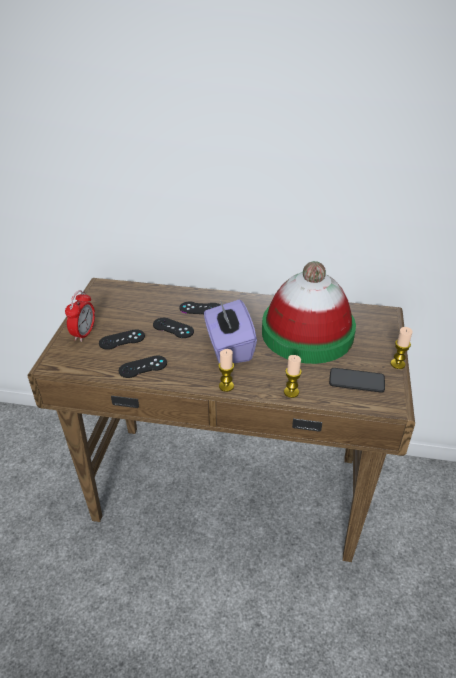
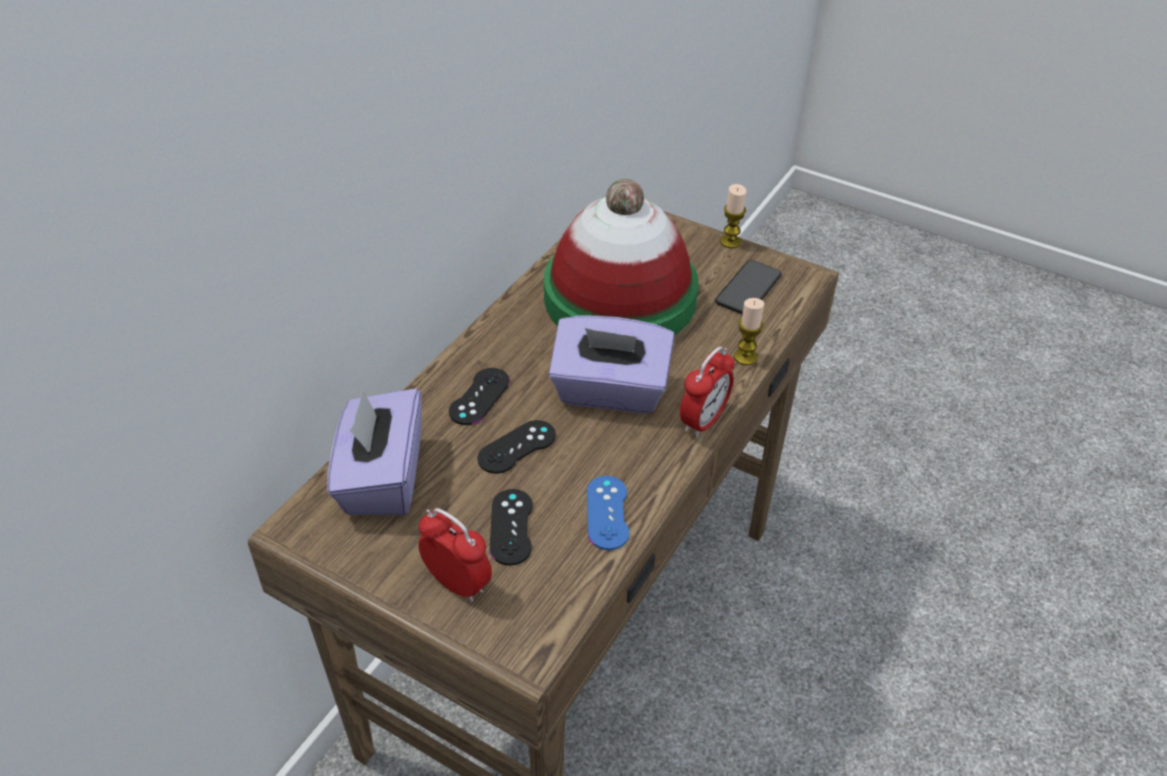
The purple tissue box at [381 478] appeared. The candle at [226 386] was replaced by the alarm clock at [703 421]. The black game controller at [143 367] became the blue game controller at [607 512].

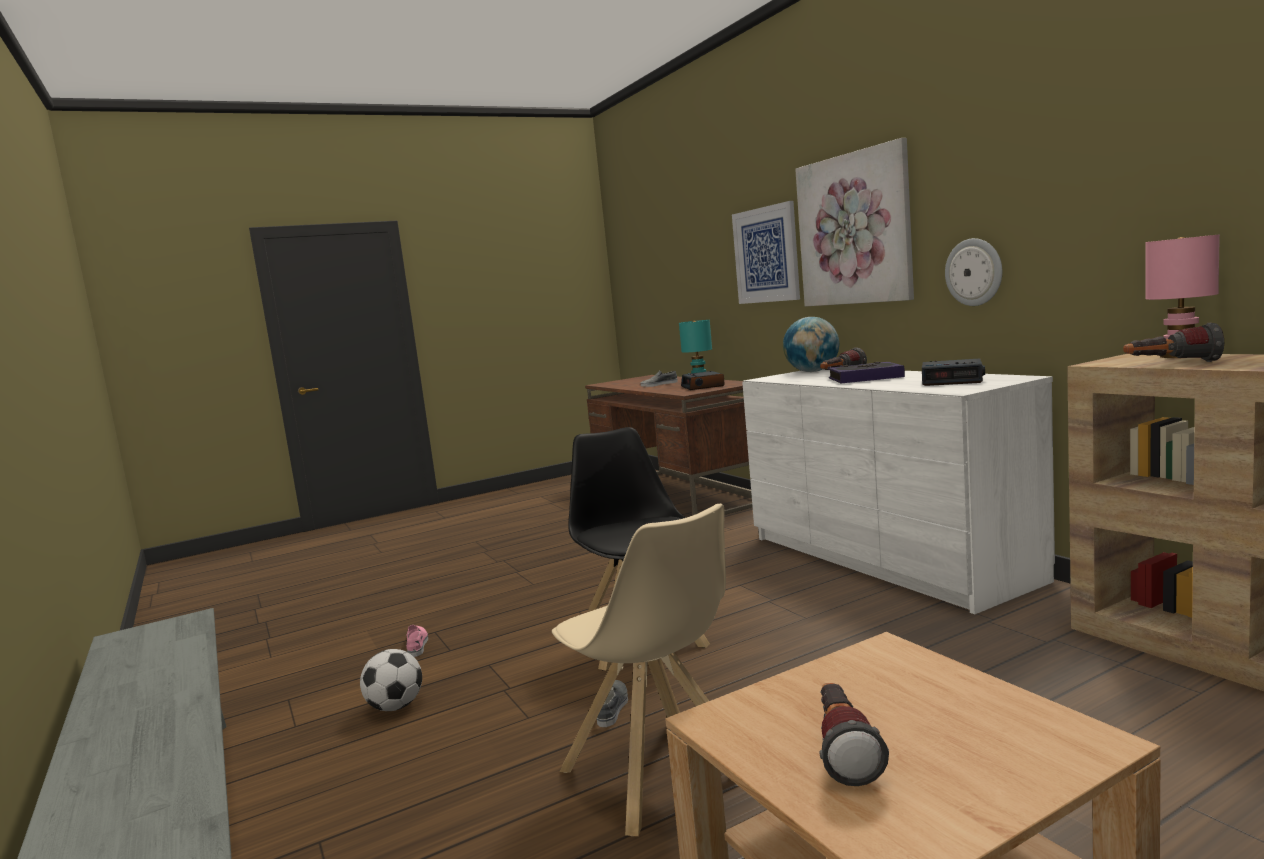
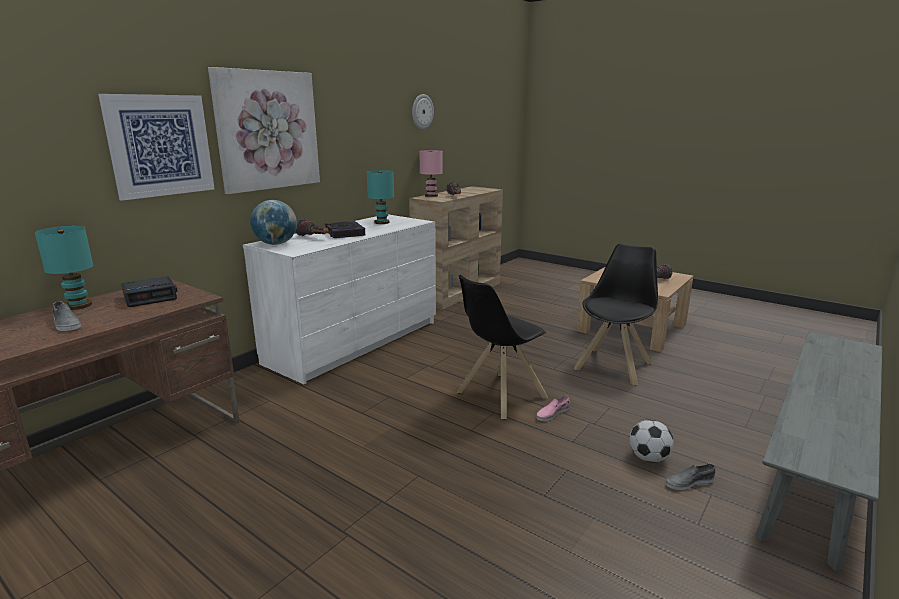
The pink shoe moved from [417 644] to [552 413]. The grey shoe moved from [612 707] to [689 482]. The wall clock moved from [974 272] to [422 111]. The alarm clock at [952 380] was replaced by the turquoise table lamp at [381 222]. The beige chair at [659 774] became the black chair at [614 365].

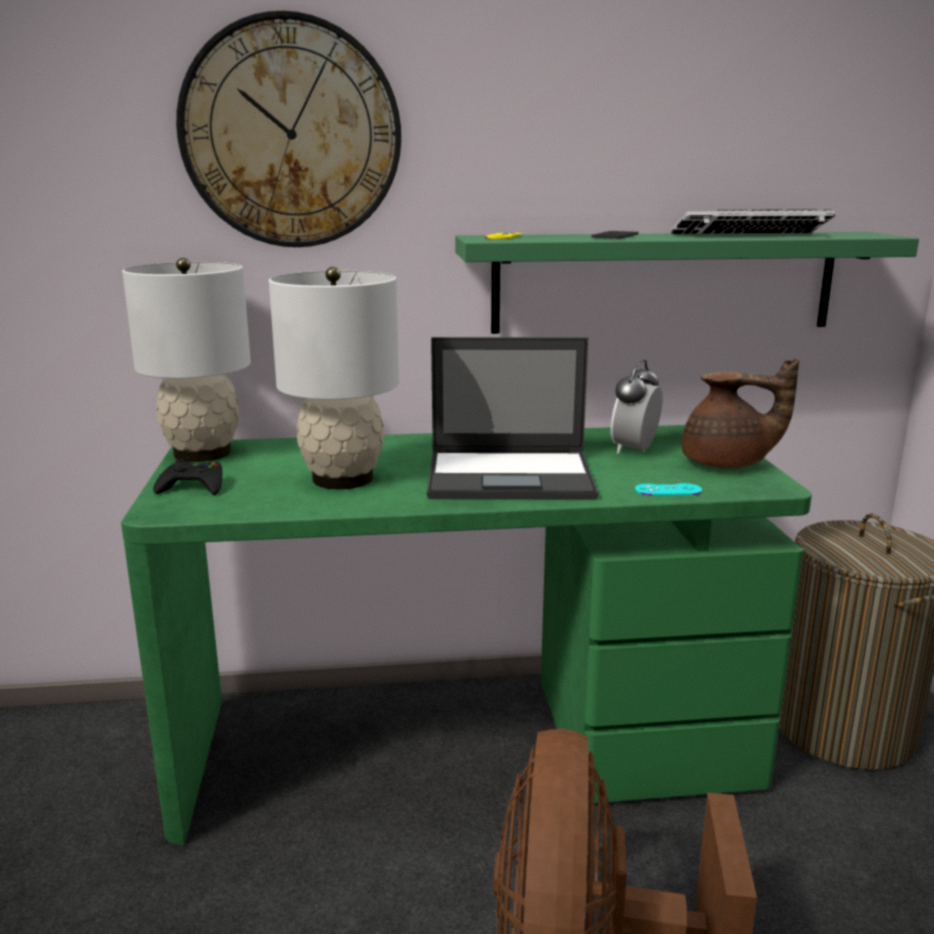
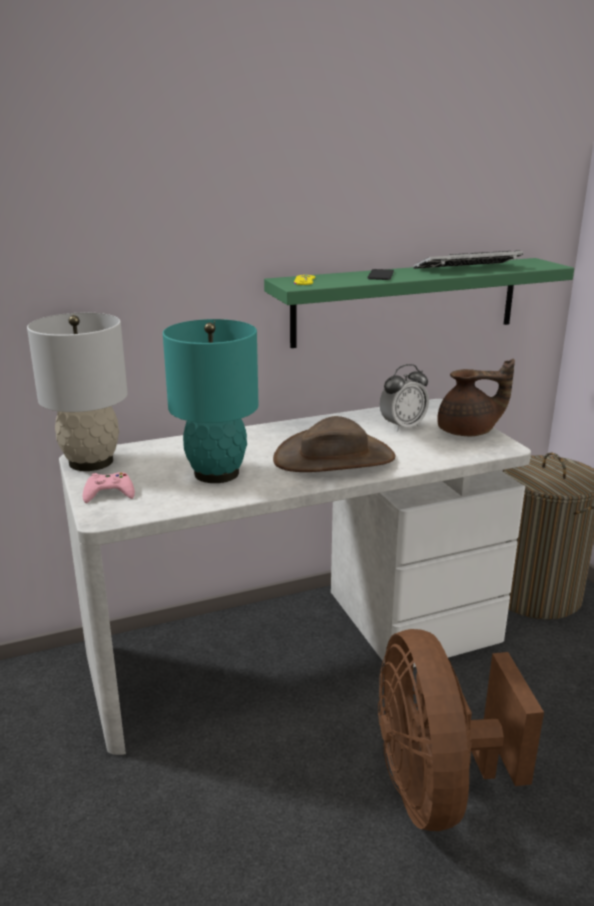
The wall clock at [291 134] disappeared. The turquoise game controller at [668 490] disappeared. The laptop at [512 476] was replaced by the brown hat at [334 458]. The green desk at [466 744] became the white desk at [296 646]. The black game controller at [193 486] became the pink game controller at [109 493]. The white table lamp at [343 478] became the turquoise table lamp at [217 473]. The alarm clock at [634 450] turned 135 degrees counterclockwise.

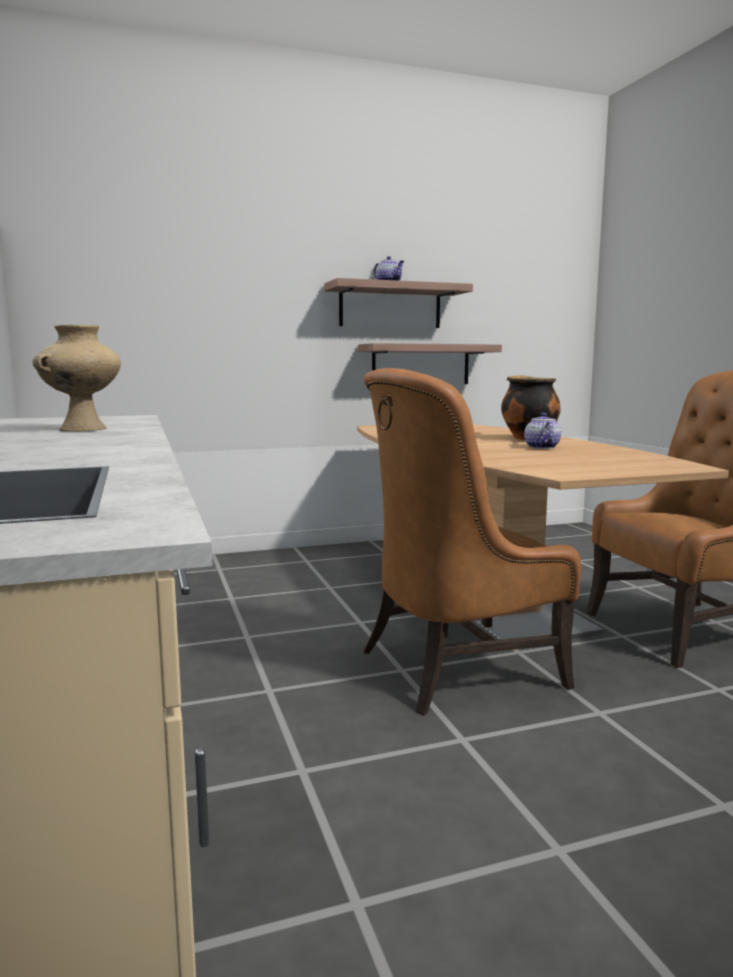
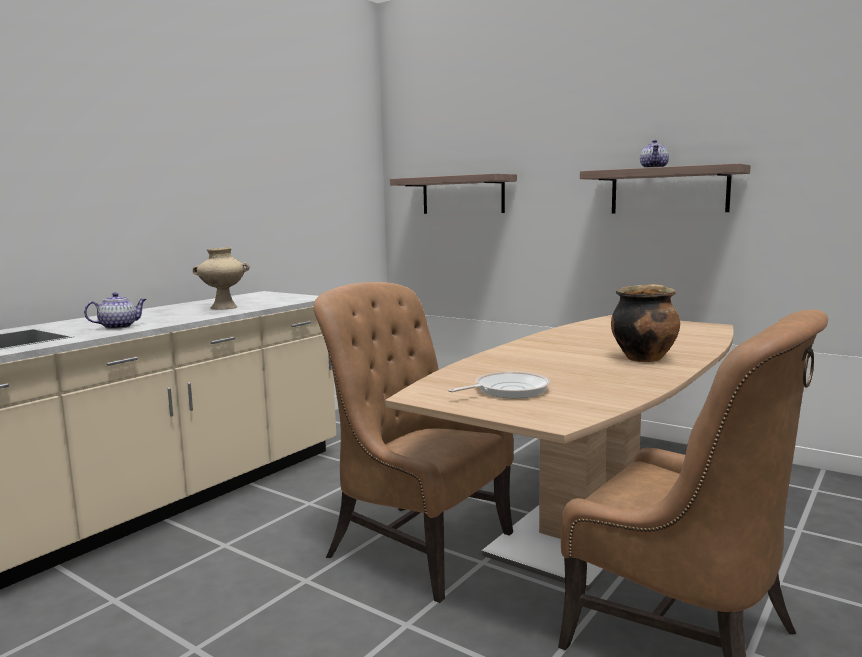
The frying pan at [507 390] appeared. The shelf moved from [421 364] to [462 195]. The teapot moved from [541 447] to [119 327].

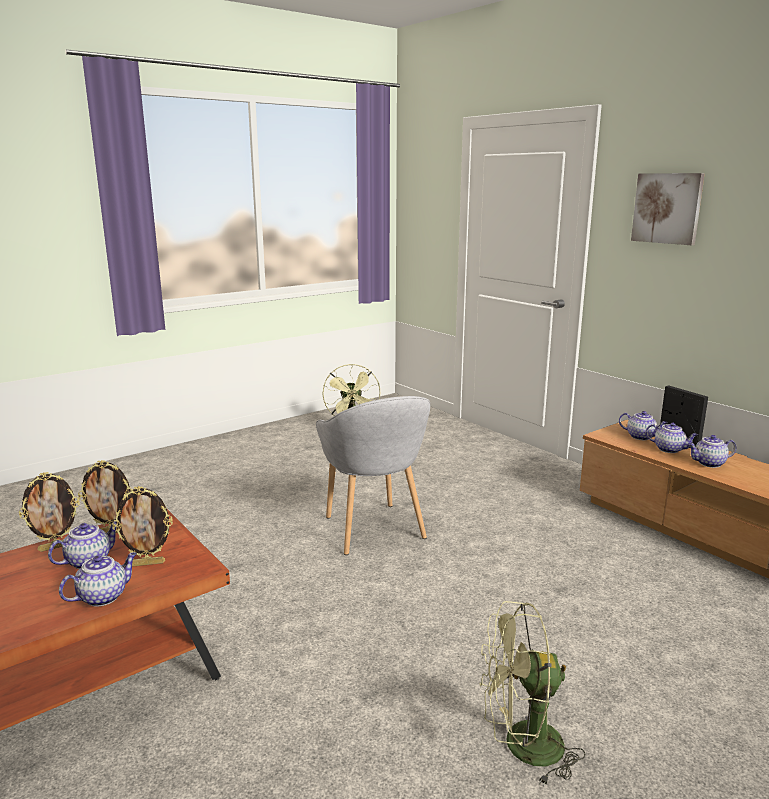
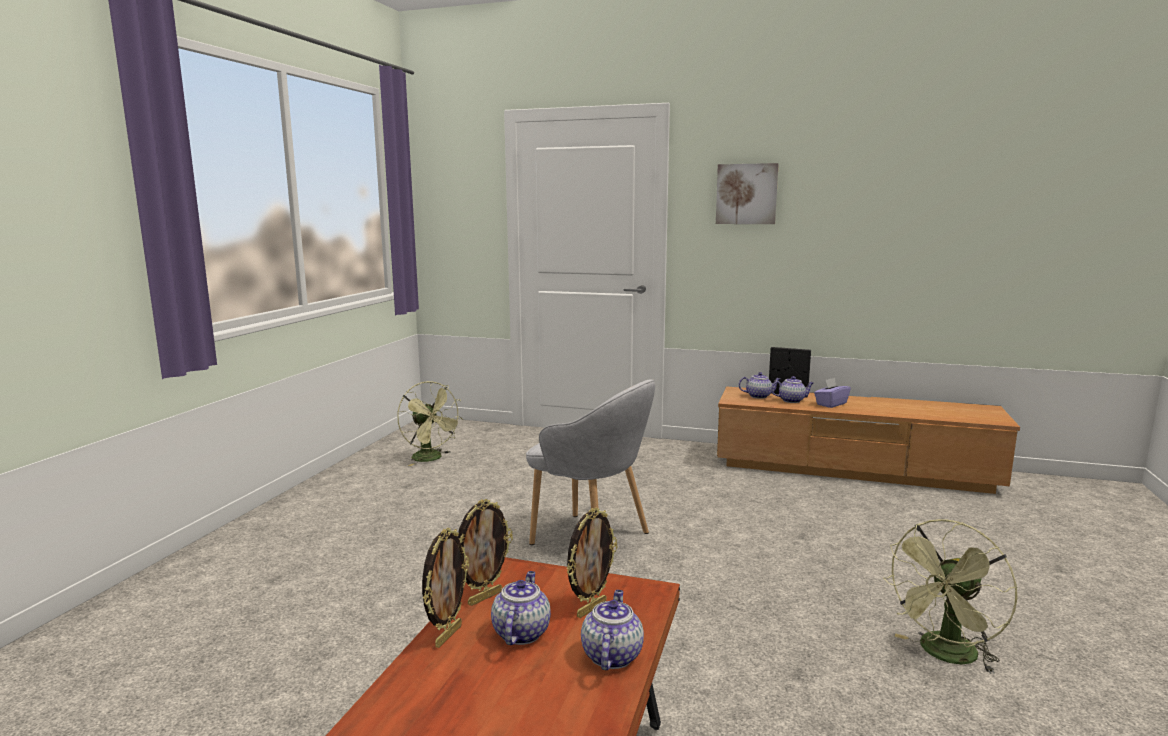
The teapot at [708 463] was replaced by the purple tissue box at [831 404].

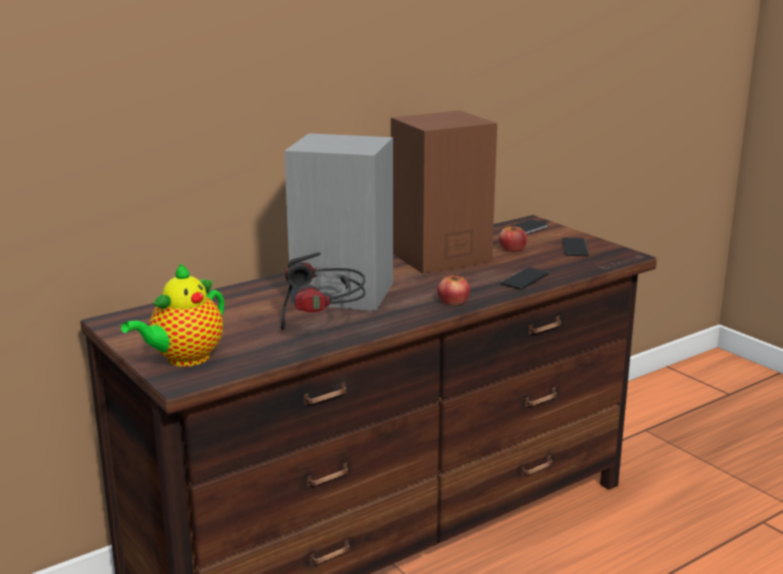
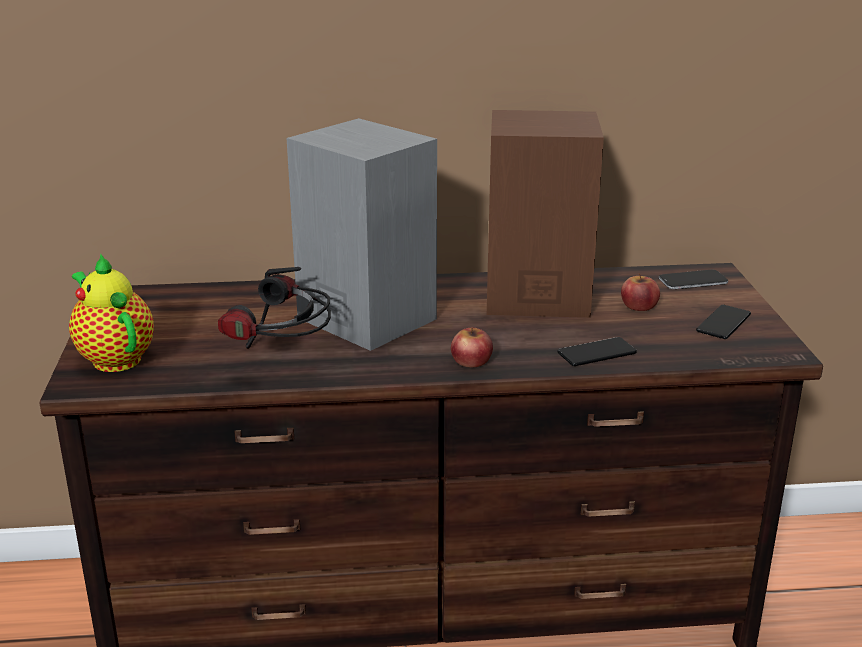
The teapot at [184 359] turned 75 degrees clockwise.

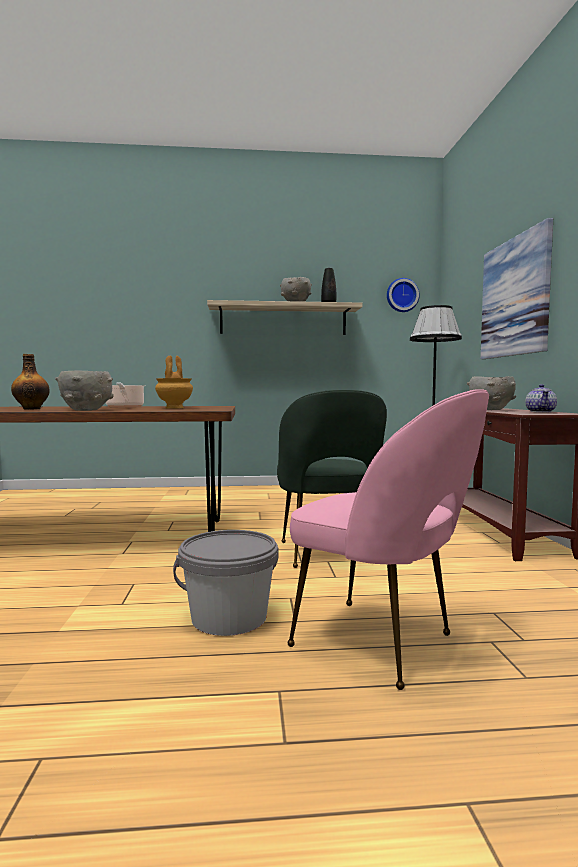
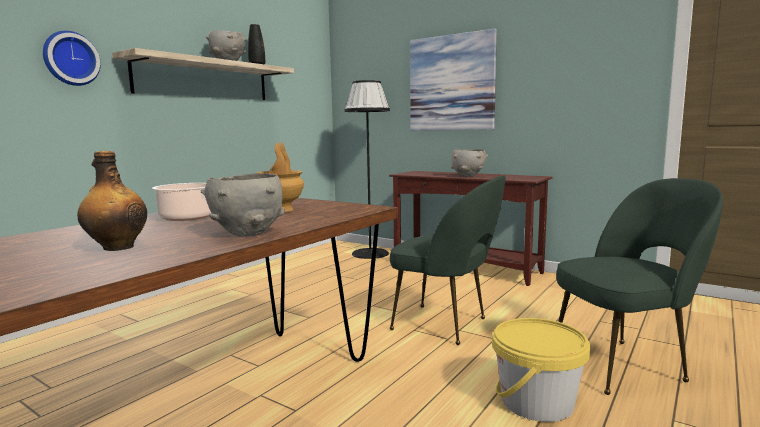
The teapot at [540 411] disappeared. The wall clock moved from [402 295] to [70 59]. The grey bucket at [229 617] became the yellow bucket at [536 401]. The pink chair at [383 645] became the green chair at [625 365].

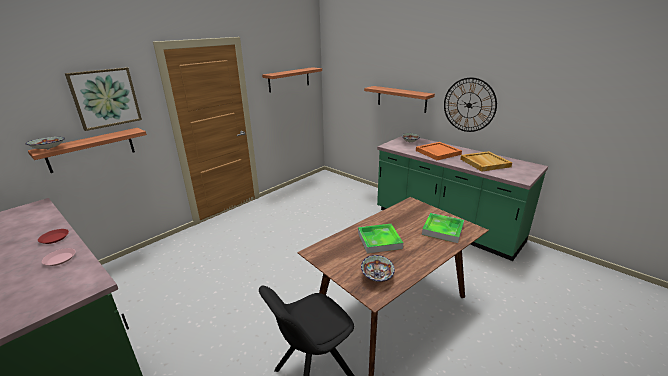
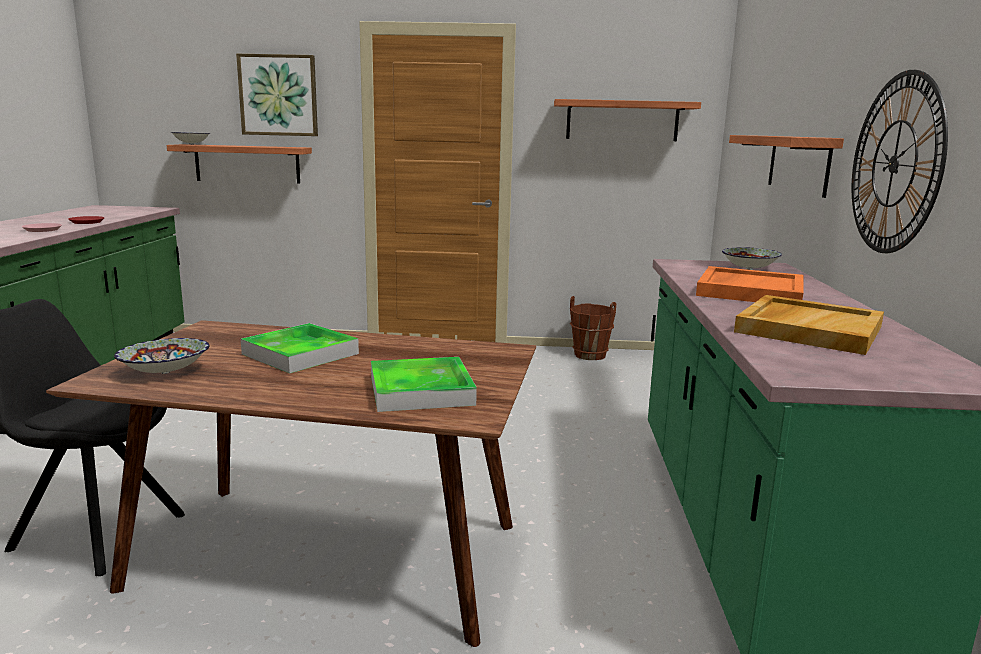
The brown bucket at [590 355] appeared.

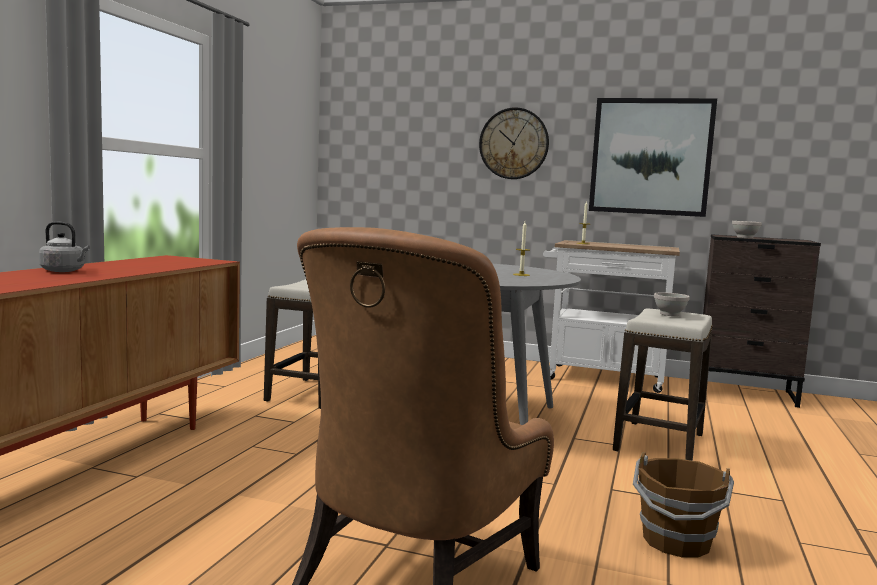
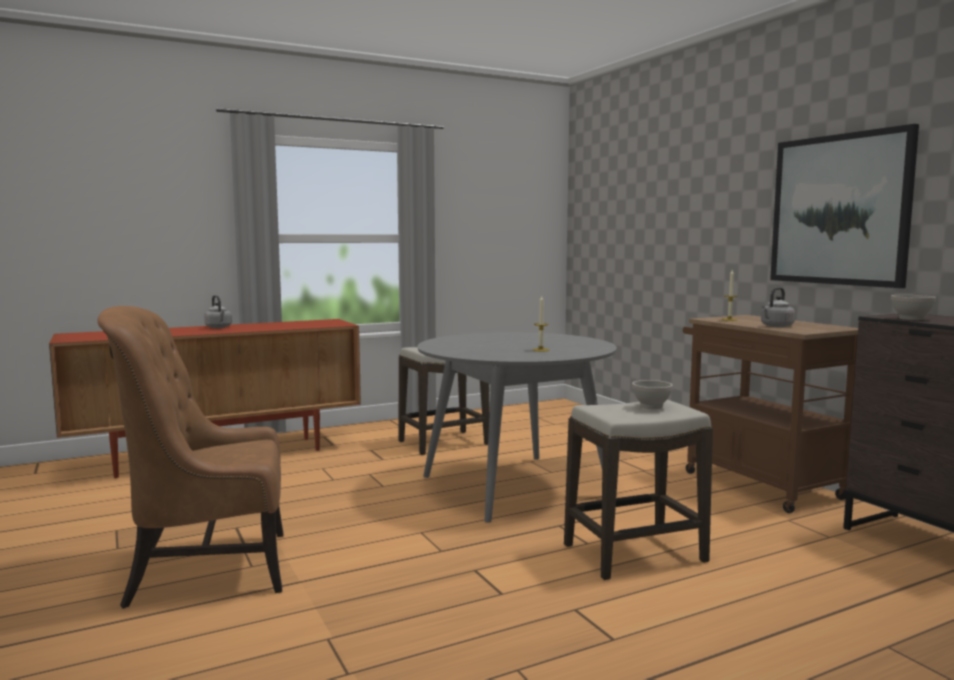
The wall clock at [514 143] disappeared. The brown bucket at [676 542] disappeared. The grey kettle at [776 326] appeared. The white cart at [601 378] became the brown cart at [758 484].

